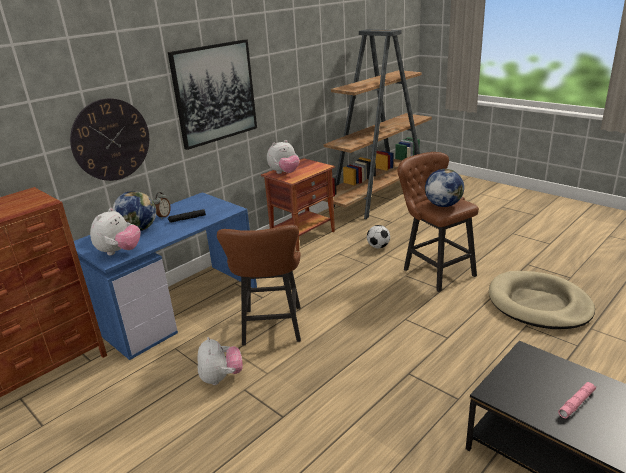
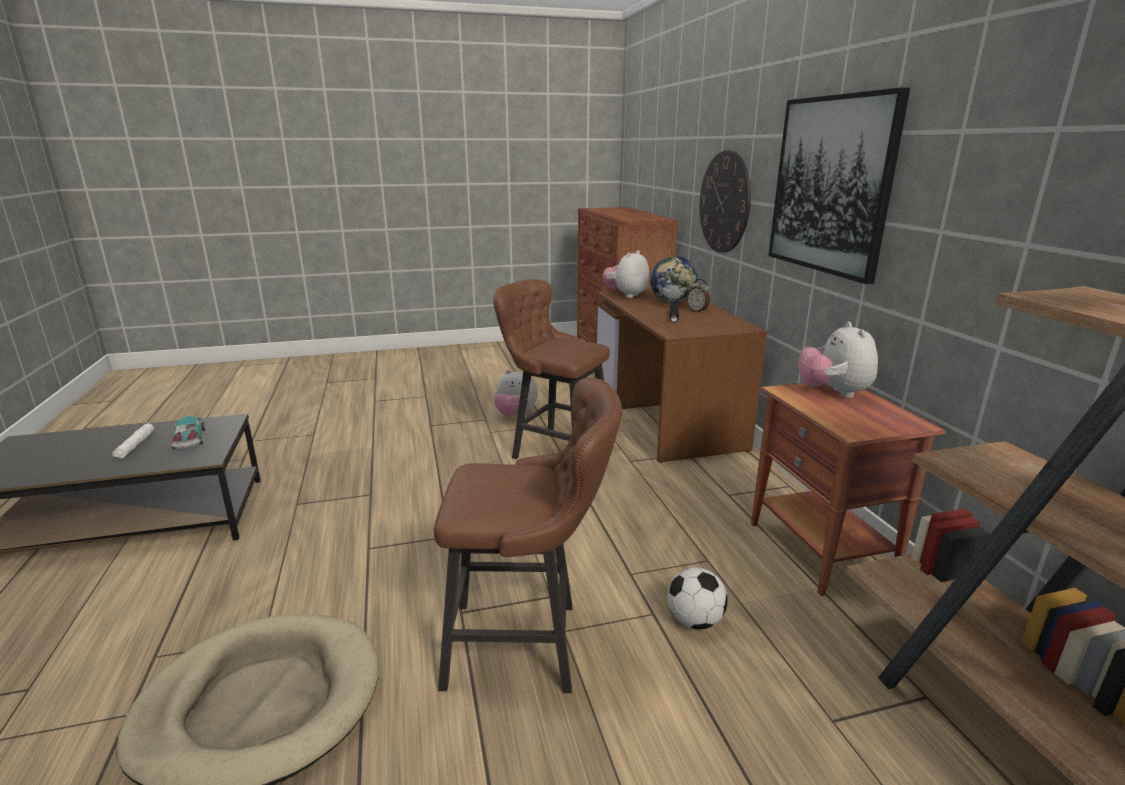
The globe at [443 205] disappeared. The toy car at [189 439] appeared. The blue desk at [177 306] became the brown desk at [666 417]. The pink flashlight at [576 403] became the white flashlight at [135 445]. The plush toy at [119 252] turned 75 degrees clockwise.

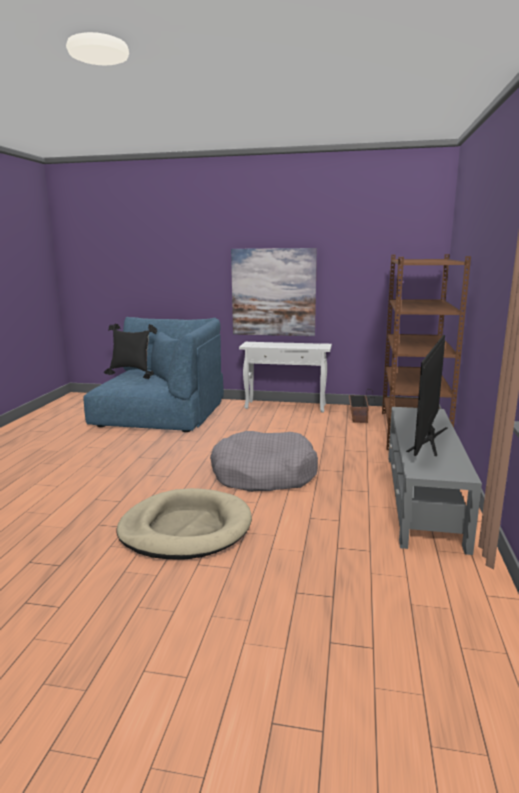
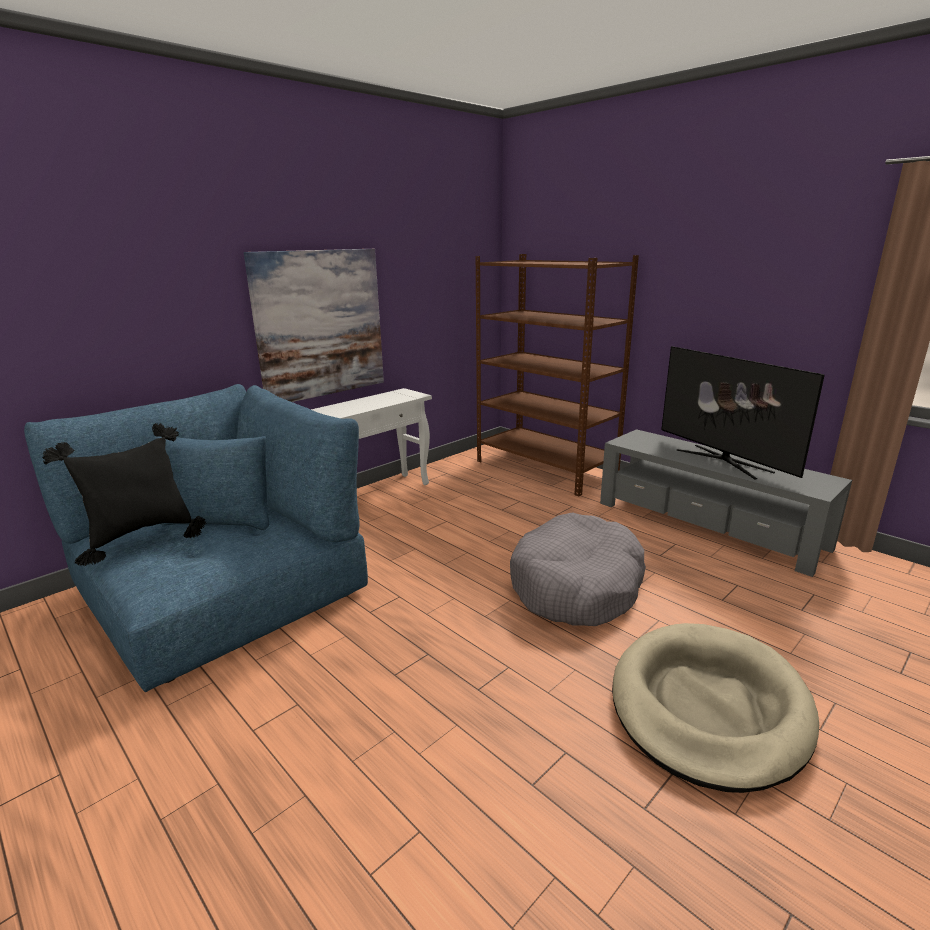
The planter at [358 416] disappeared.

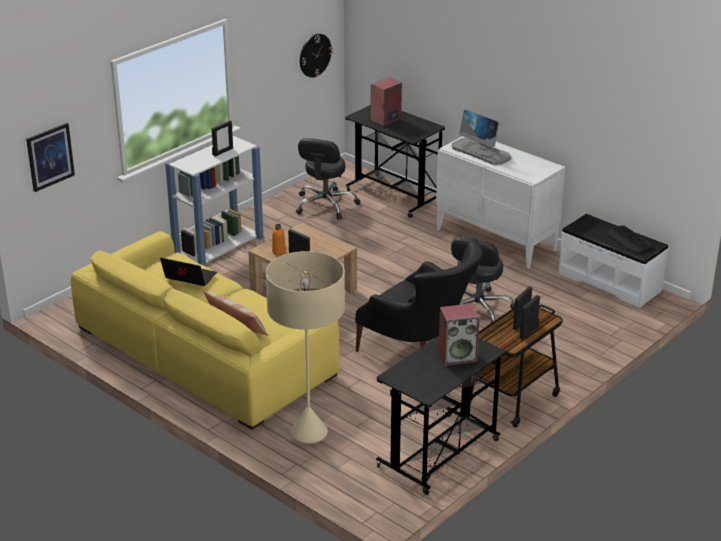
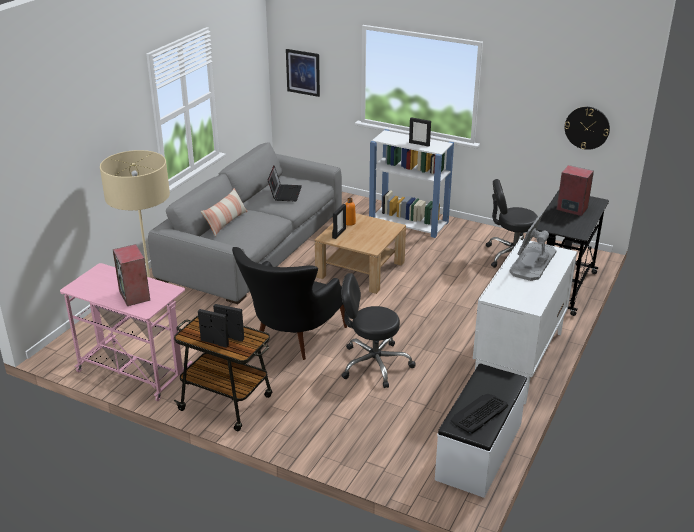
The yellow sofa at [204 351] became the grey sofa at [254 243]. The black desk at [438 454] became the pink desk at [134 370].

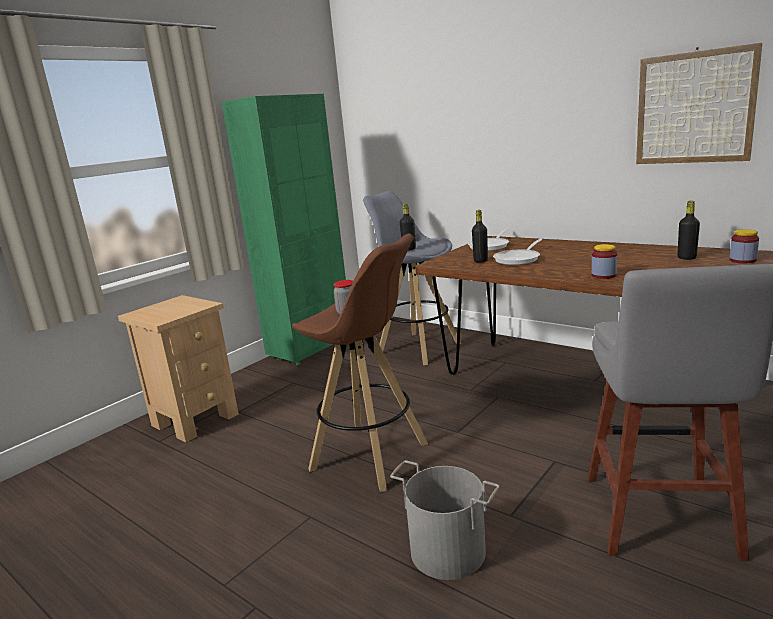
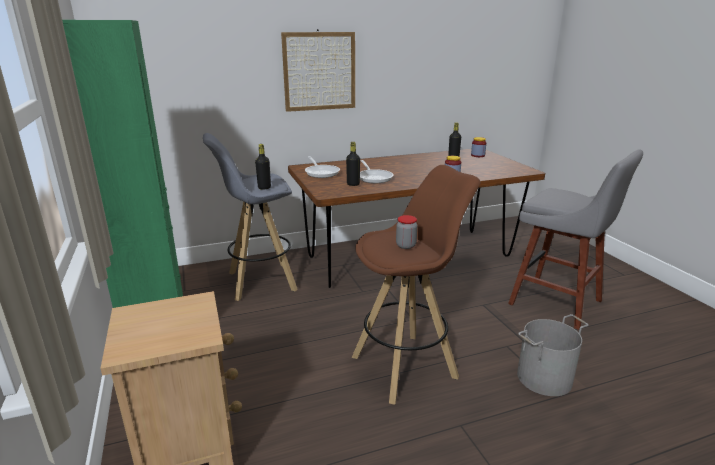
The picture moved from [694 106] to [319 70].

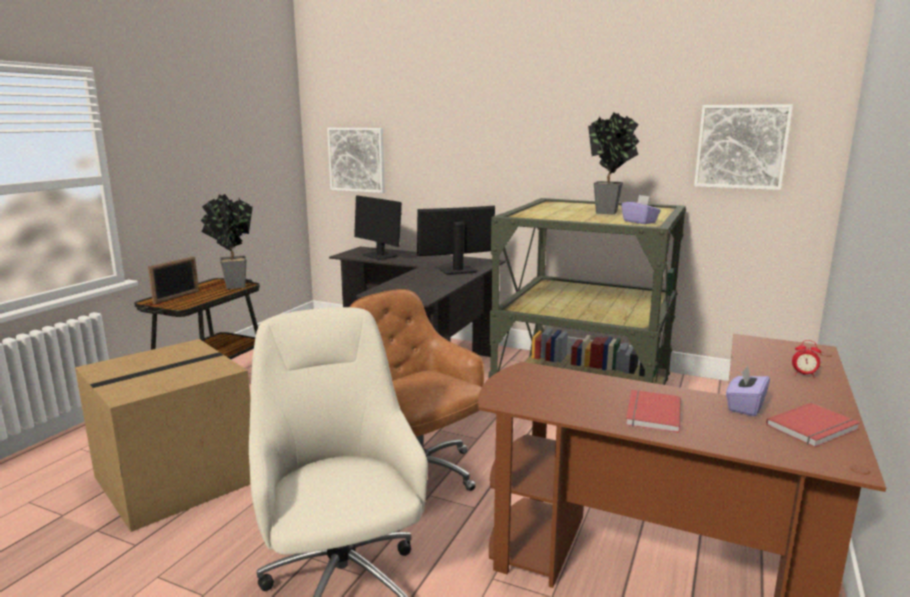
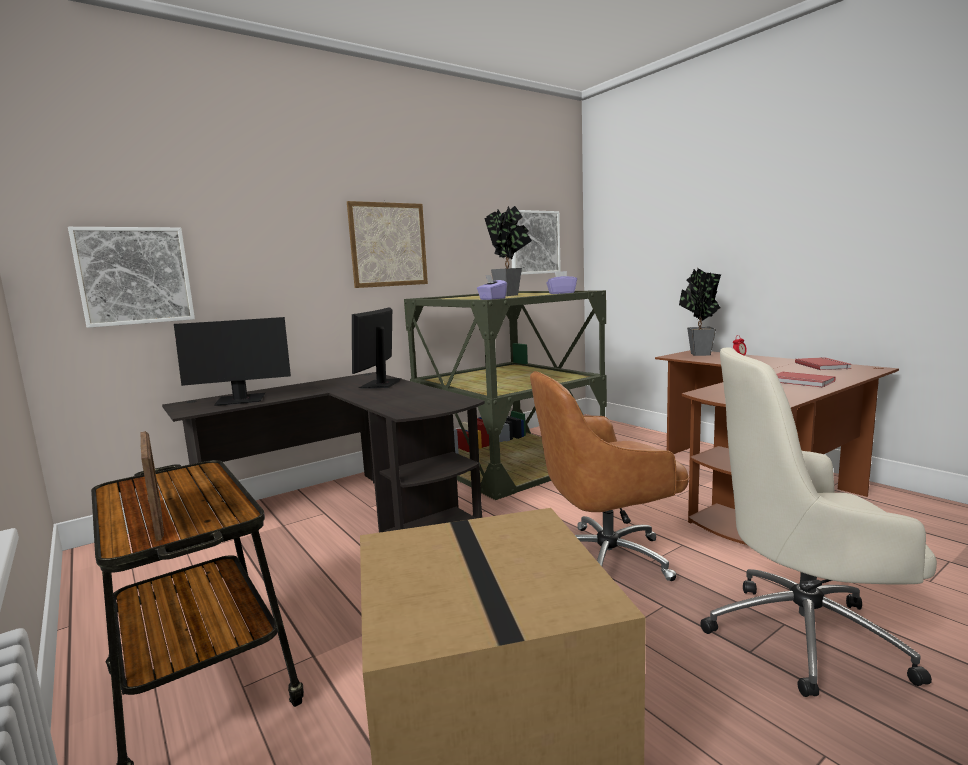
The picture at [388 243] appeared. The potted plant moved from [231 286] to [699 355]. The purple tissue box moved from [745 406] to [492 299].

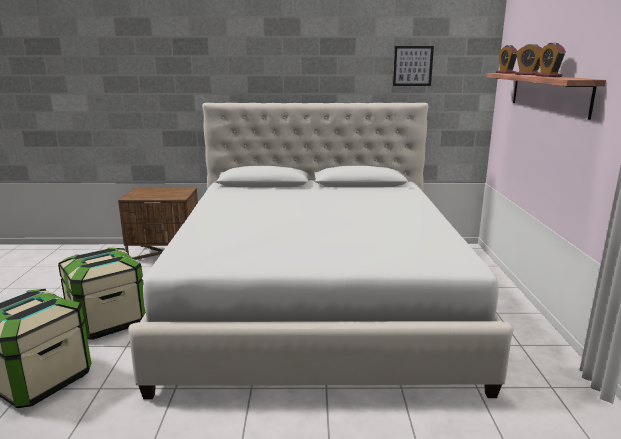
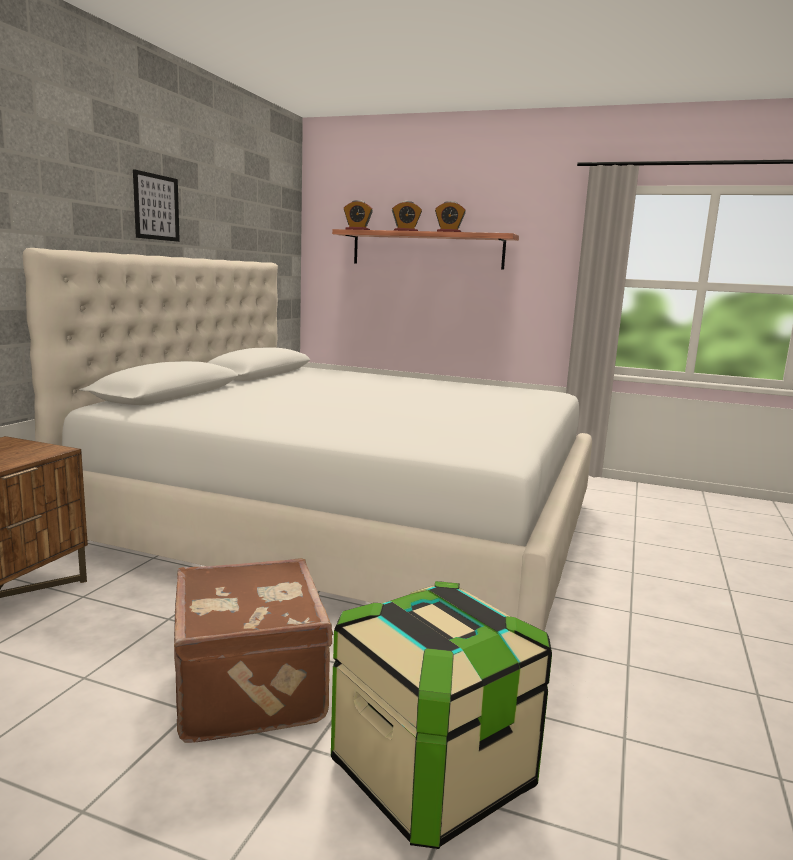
The picture moved from [412 66] to [156 207]. The storage box at [108 321] was replaced by the brown suitcase at [252 687].

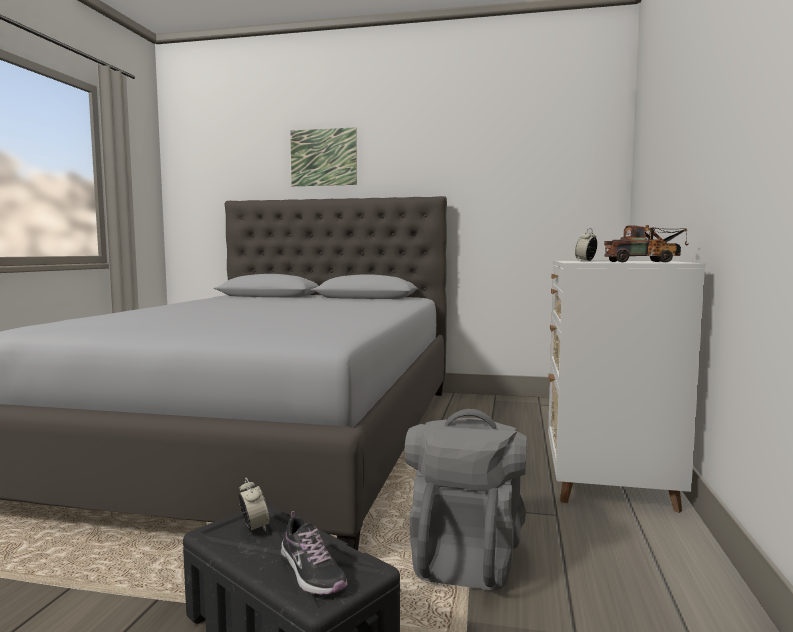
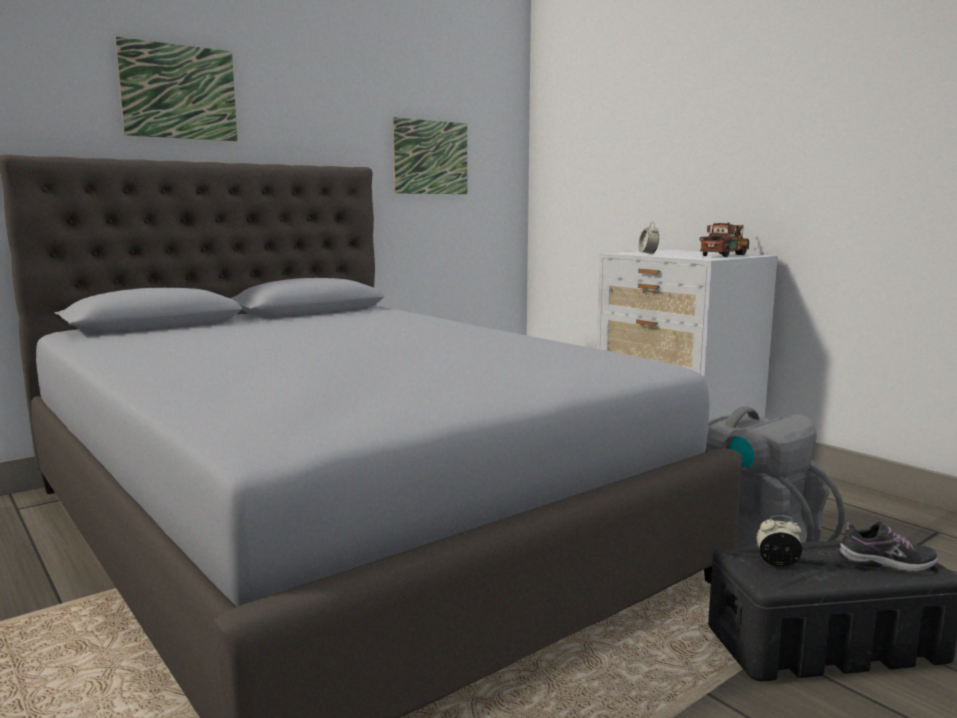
The picture at [431 157] appeared.

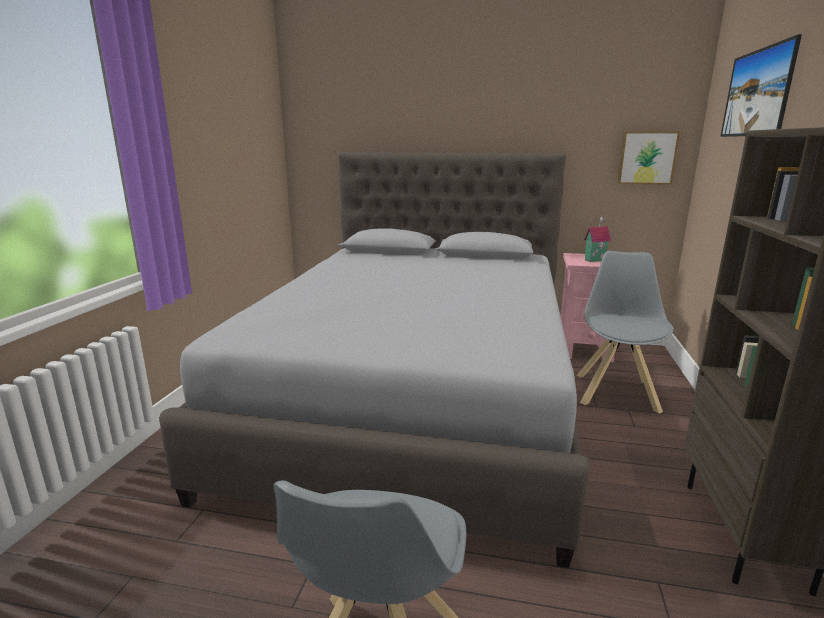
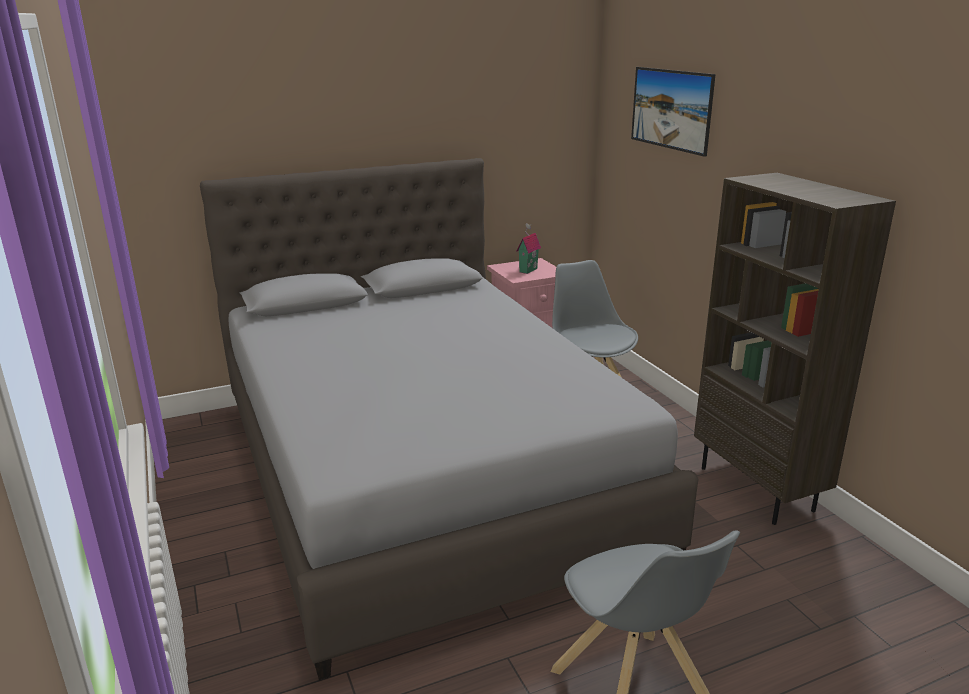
The picture at [647 158] disappeared.

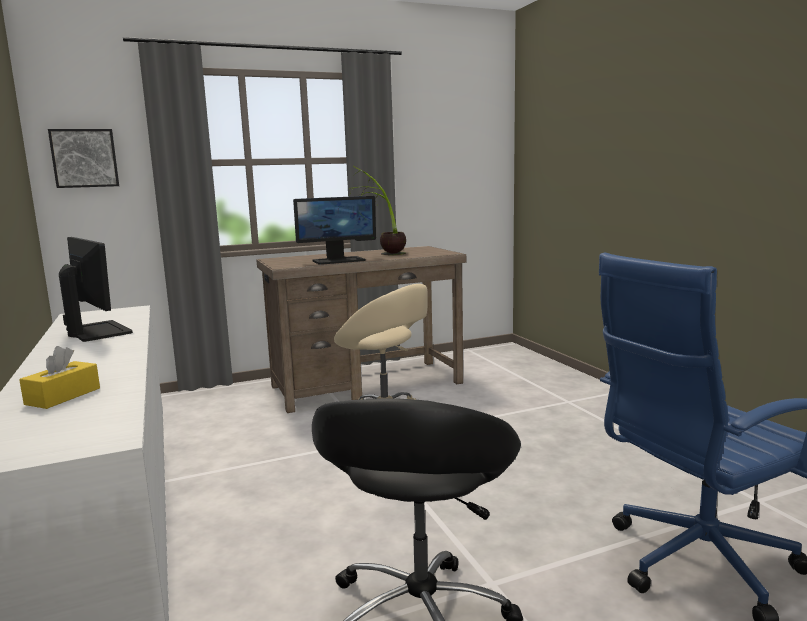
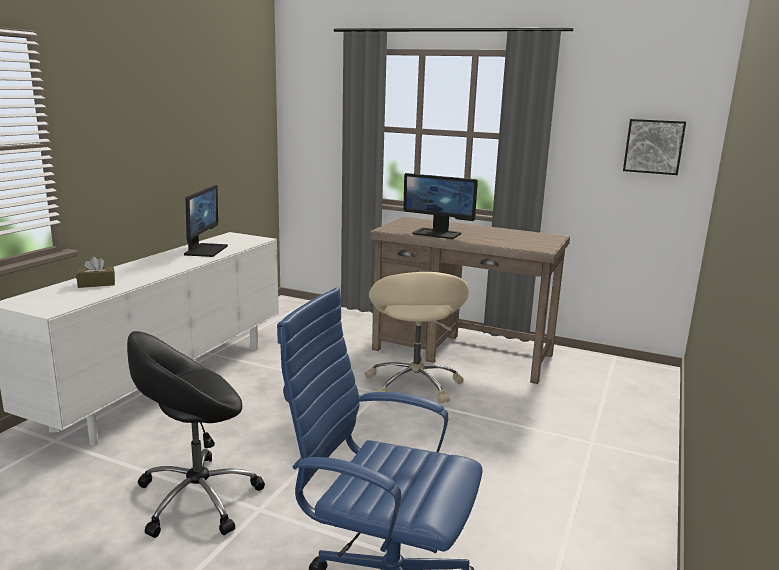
The potted plant at [382 252] disappeared. The picture moved from [85 158] to [654 146]. The yellow tissue box at [63 396] became the brown tissue box at [96 284].

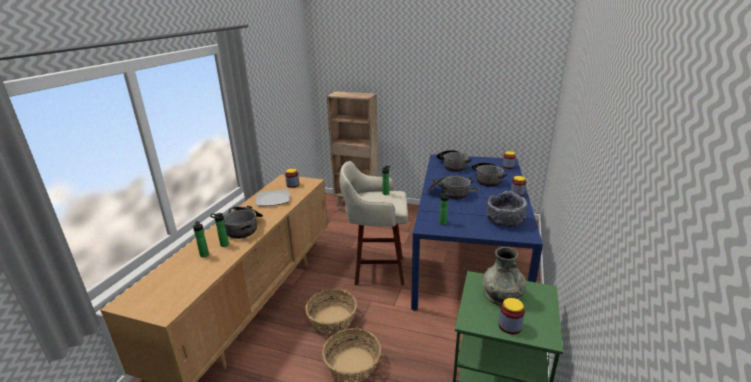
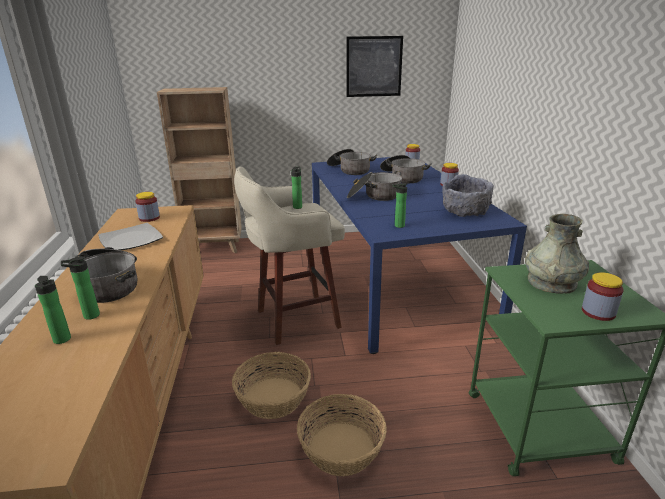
The picture at [374 66] appeared.

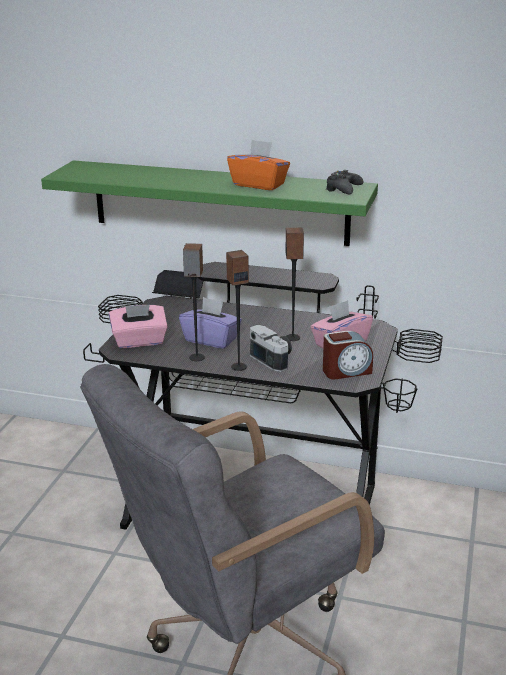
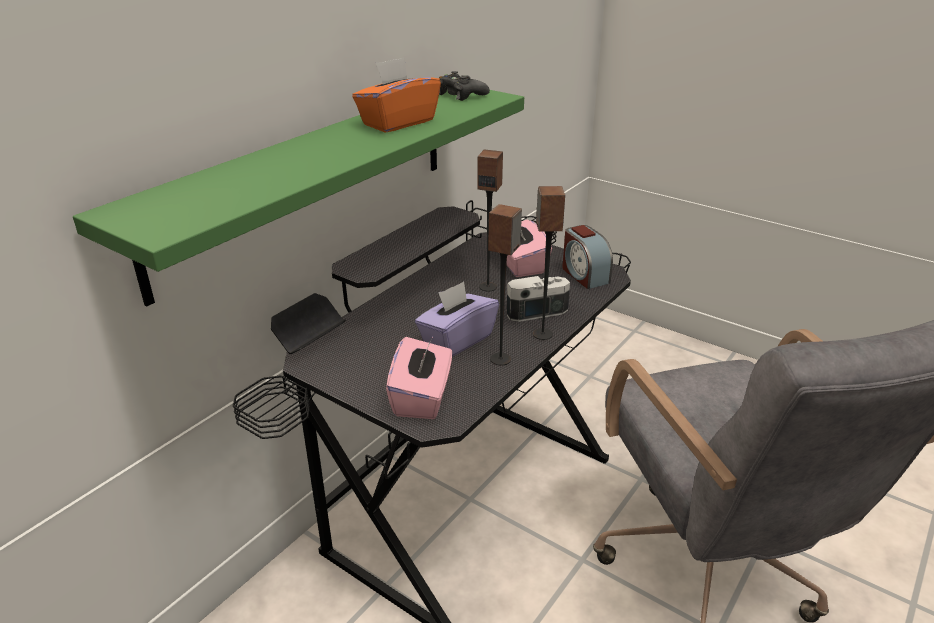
The alarm clock at [346 371] turned 150 degrees clockwise.

